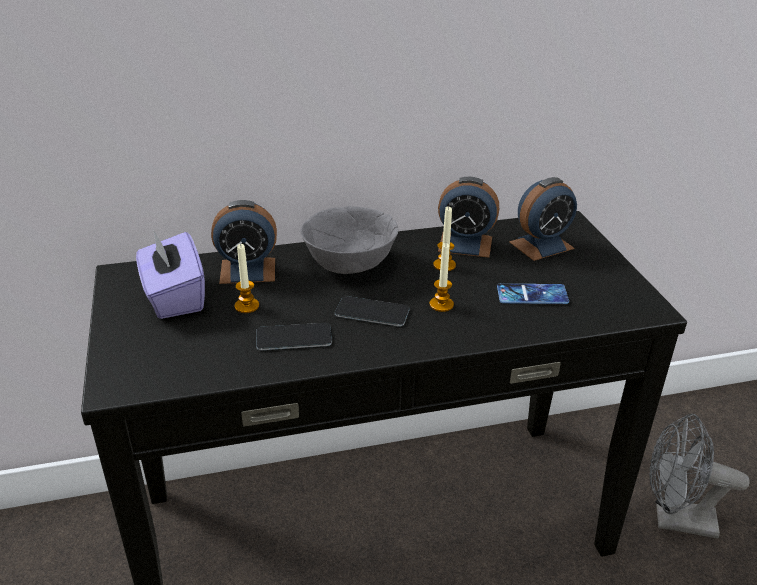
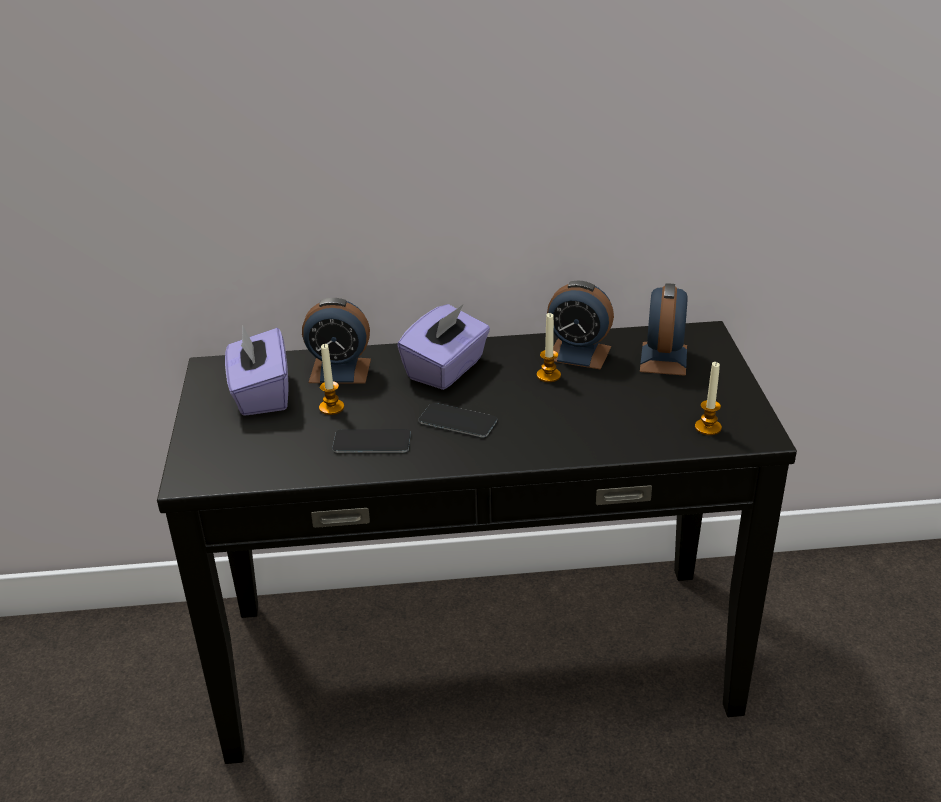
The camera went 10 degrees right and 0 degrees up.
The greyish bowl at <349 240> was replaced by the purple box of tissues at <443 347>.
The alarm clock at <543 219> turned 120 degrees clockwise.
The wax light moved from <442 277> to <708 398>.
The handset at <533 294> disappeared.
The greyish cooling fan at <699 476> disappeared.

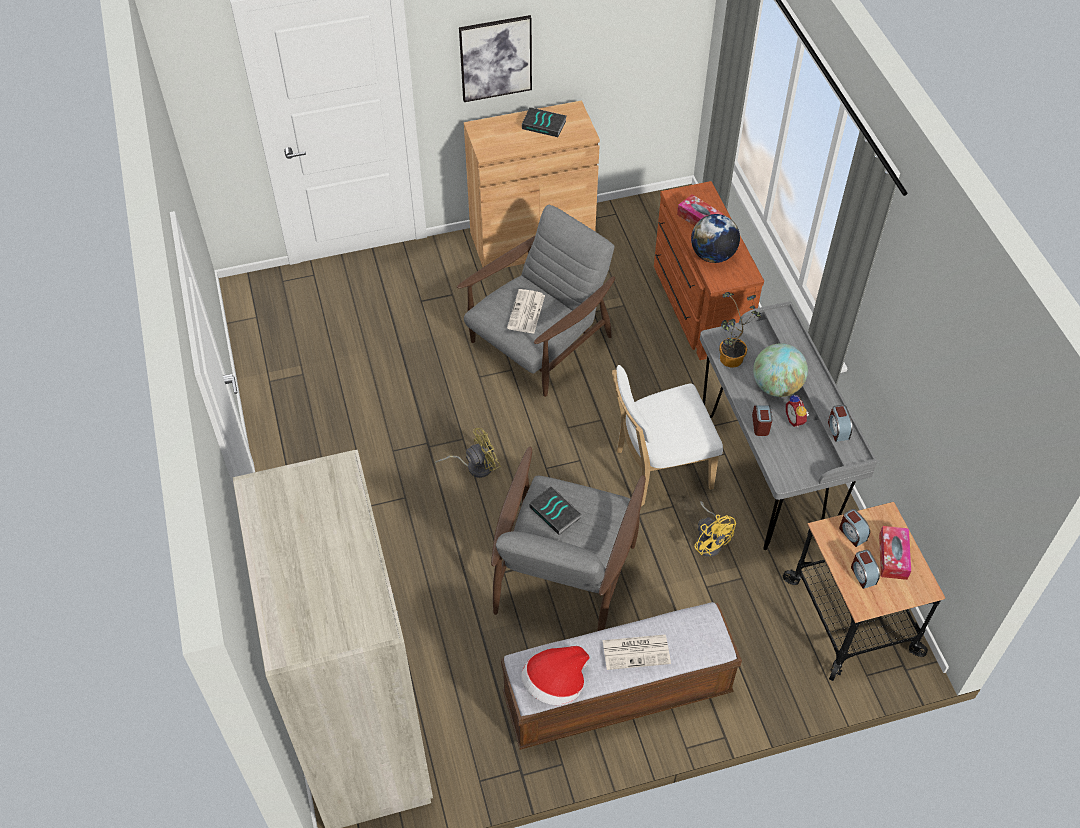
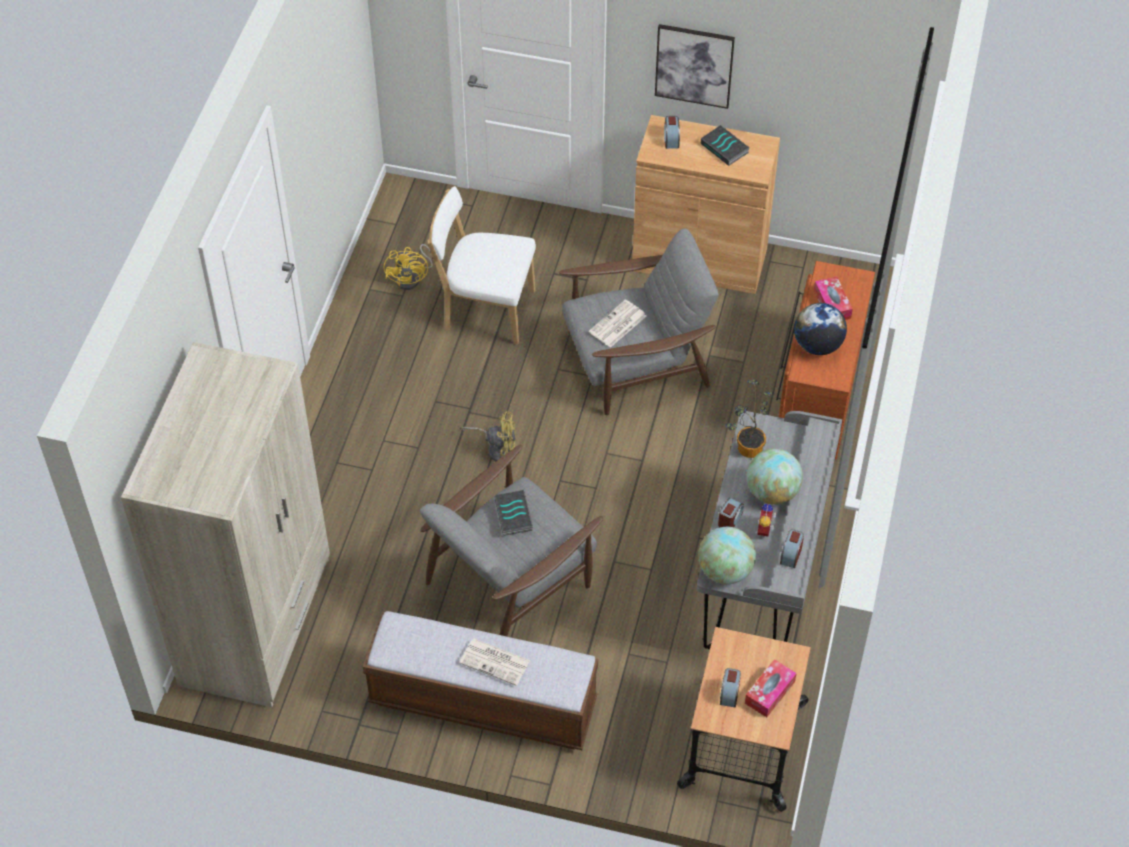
The camera went 30 degrees right and 0 degrees up.
The yellow-coloured cooling fan moved from <715 529> to <408 267>.
The white chair moved from <667 435> to <481 265>.
The alarm clock moved from <854 528> to <672 132>.
The desk globe at <727 555> appeared.
The hat at <555 675> disappeared.

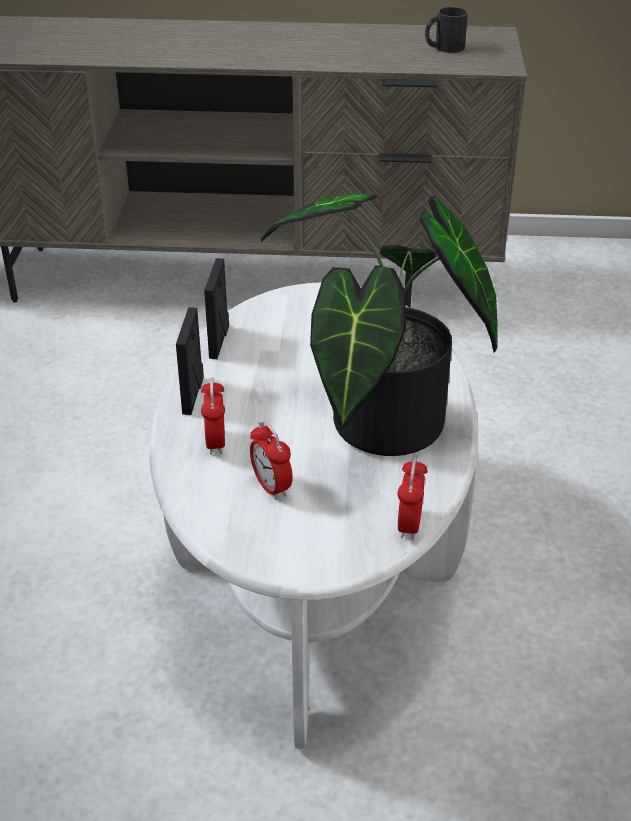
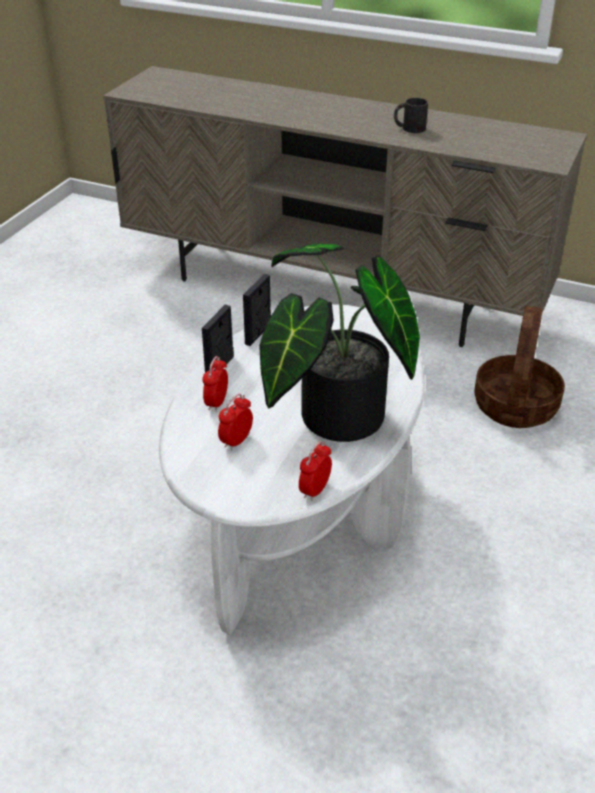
The camera went 20 degrees right and 0 degrees up.
The alarm clock at <271 460> turned 45 degrees clockwise.
The black coffee mug moved from <446 30> to <411 115>.
The basket at <519 367> appeared.

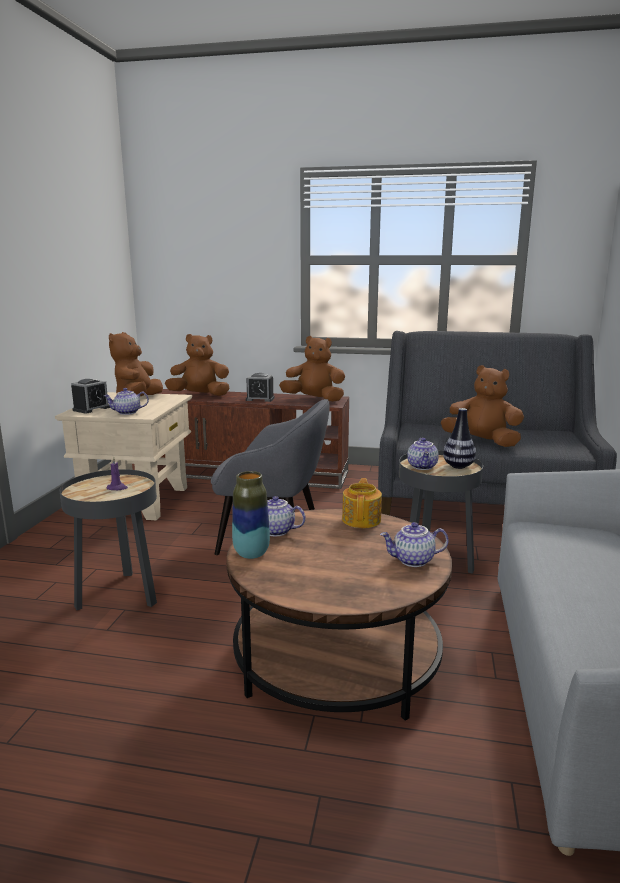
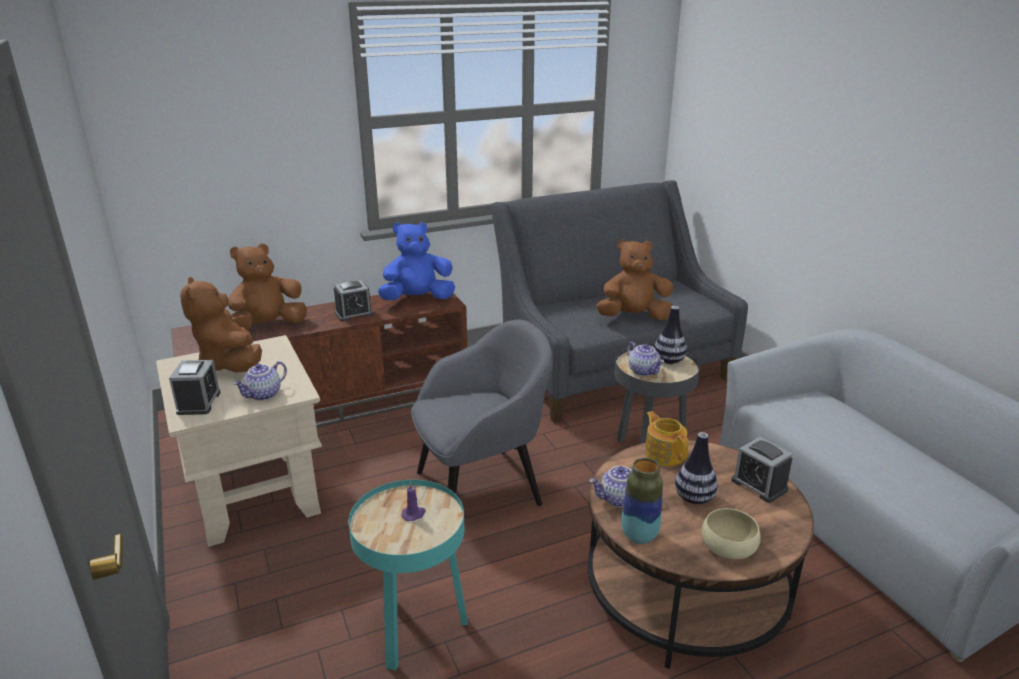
The camera went 35 degrees left and 10 degrees up.
The black end table at <108 539> became the turquoise-coloured end table at <408 575>.
The brown-coloured plush toy at <312 369> became the blue plush toy at <416 261>.
The vase at <696 468> appeared.
The beige bowl at <731 533> appeared.
The pot for tea at <414 544> was replaced by the alarm clock at <762 470>.

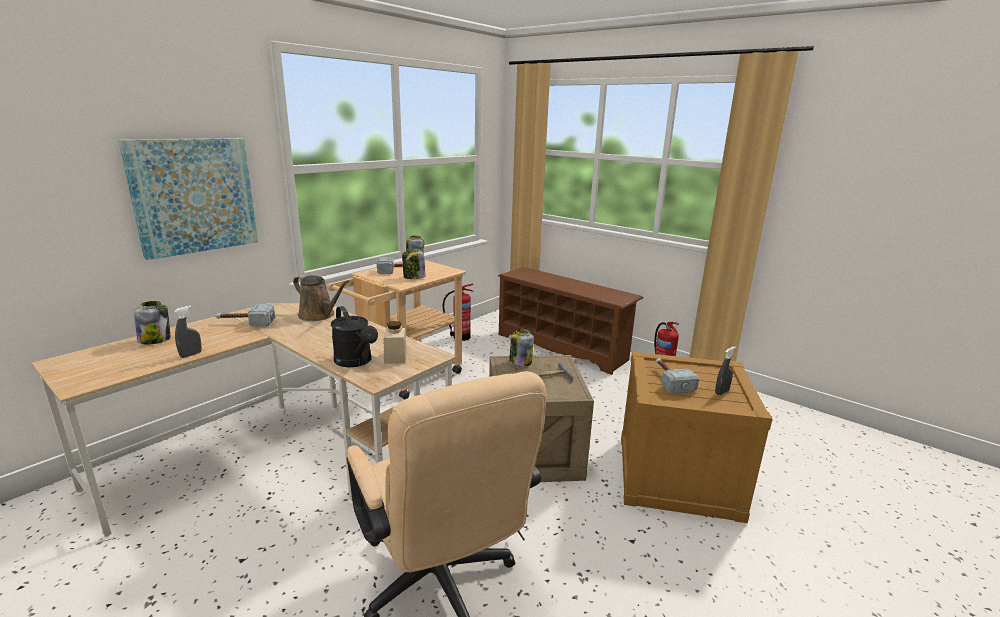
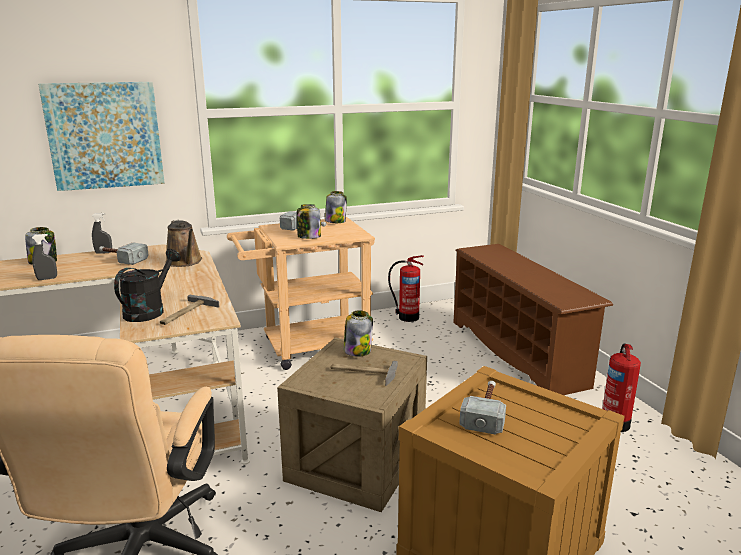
The camera went 30 degrees right and 0 degrees up.
The greyish hand sprayer moved from <725 371> to <102 233>.
The black watering can at <354 336> turned 150 degrees counterclockwise.
The beige jar at <395 342> was replaced by the tool hammer at <190 310>.

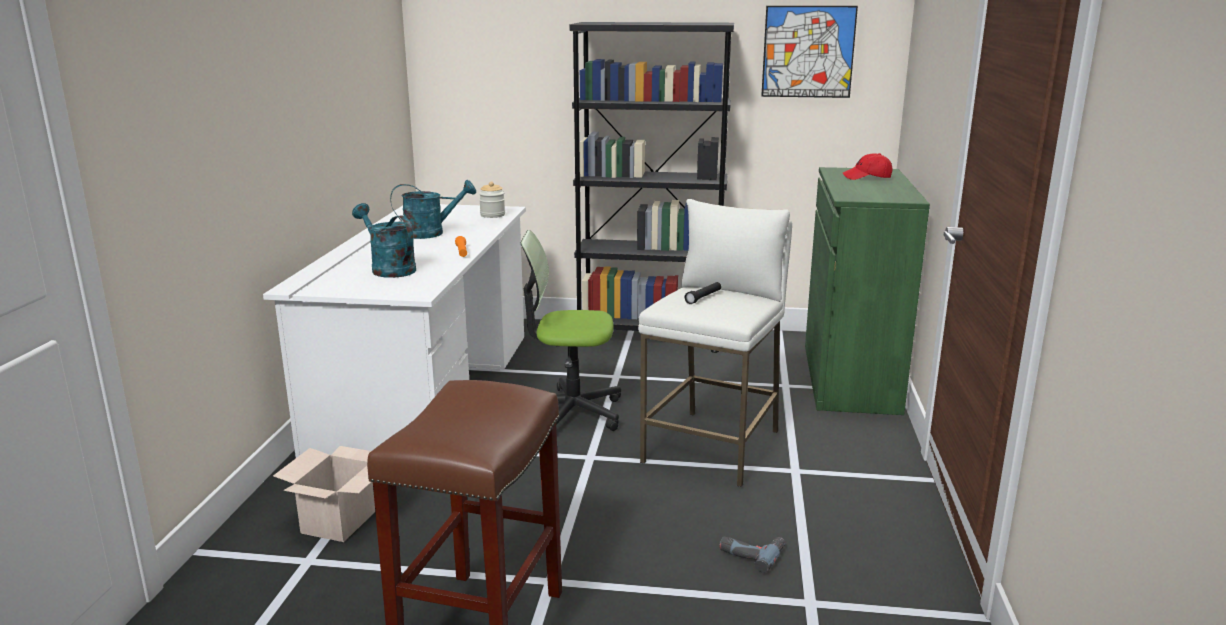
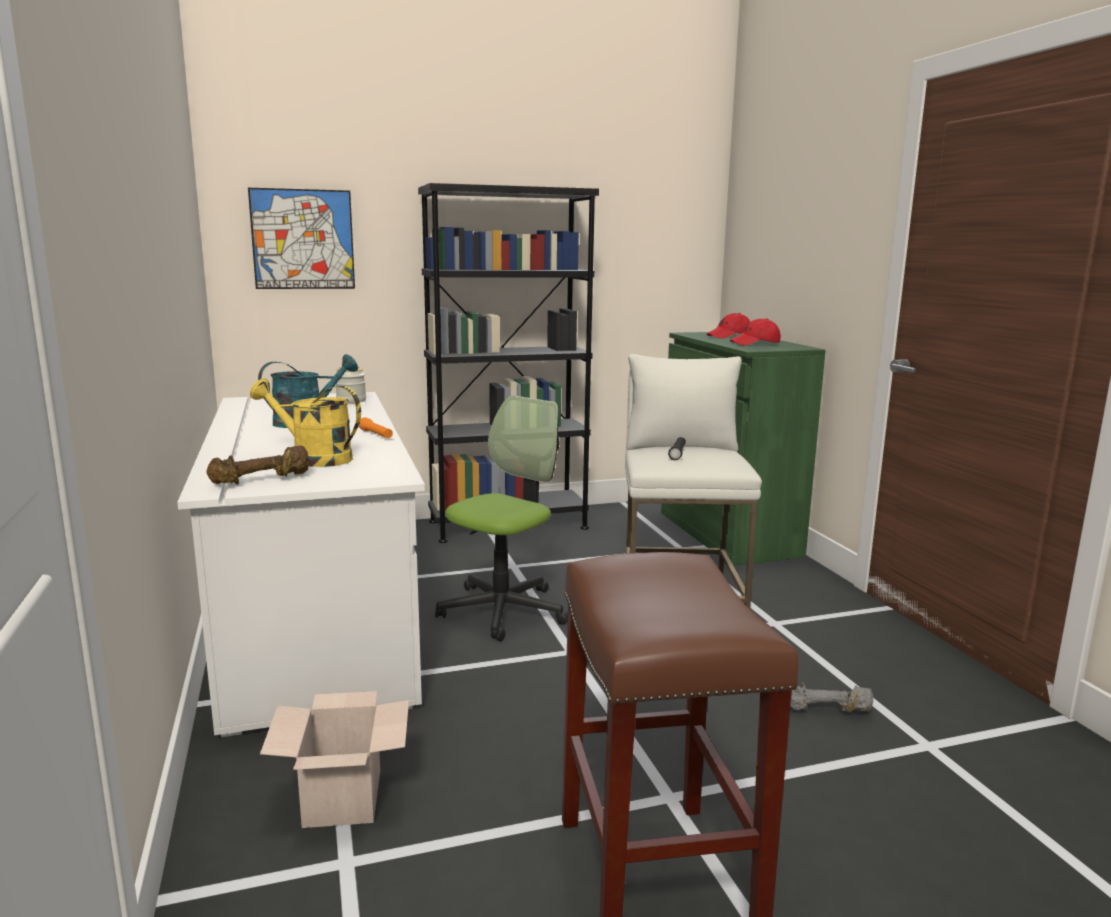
The camera went 25 degrees left and 5 degrees down.
The brown-coloured dumbbell at <257 465> appeared.
The wall art moved from <809 52> to <301 238>.
The turquoise-coloured watering can at <384 240> became the yellow-coloured watering can at <305 422>.
The desk chair at <571 330> turned 150 degrees clockwise.
The red baseball cap at <755 332> appeared.
The power drill at <752 554> was replaced by the greyish dumbbell at <831 697>.

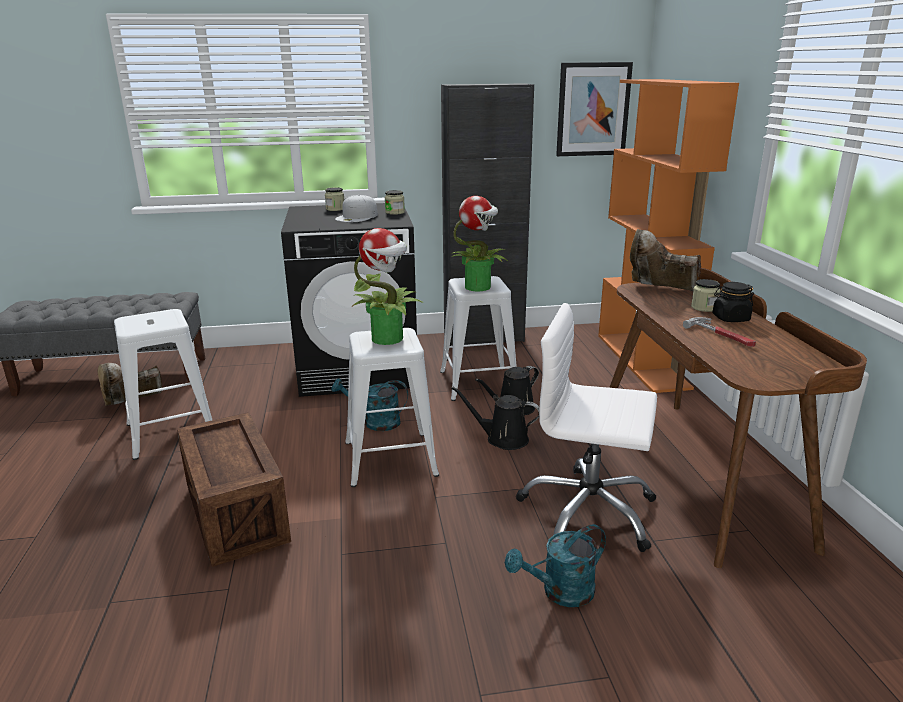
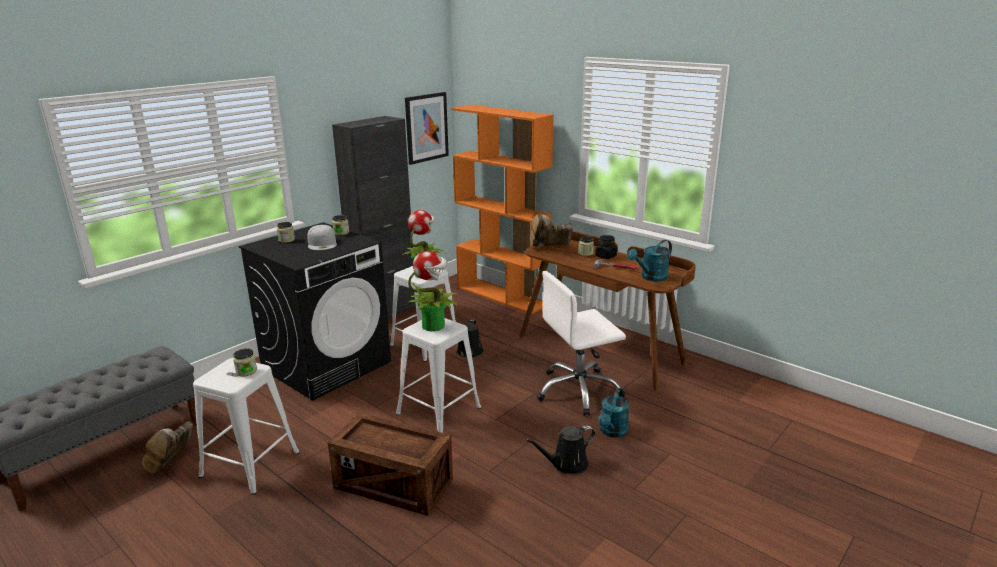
The camera went 40 degrees left and 0 degrees up.
The jar at <245 362> appeared.
The black watering can moved from <495 418> to <560 450>.
The turquoise-coloured watering can moved from <369 404> to <649 261>.

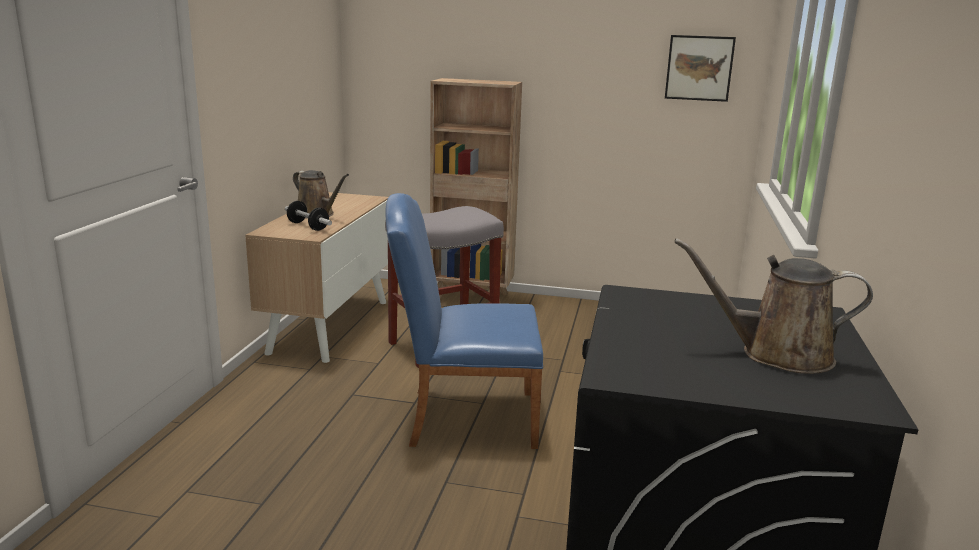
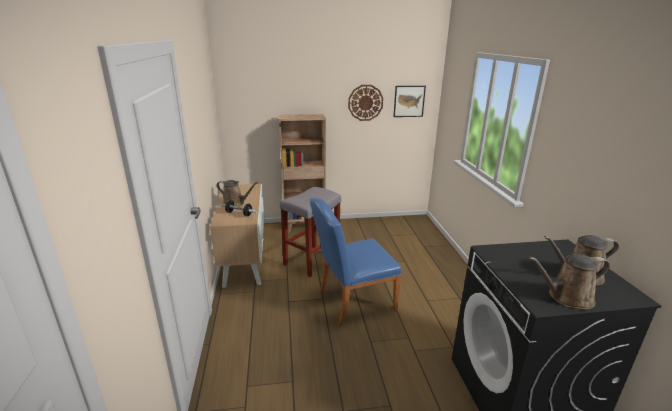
The camera went 20 degrees left and 5 degrees up.
The wall clock at <365 103> appeared.
The brown-coloured watering can at <569 282> appeared.

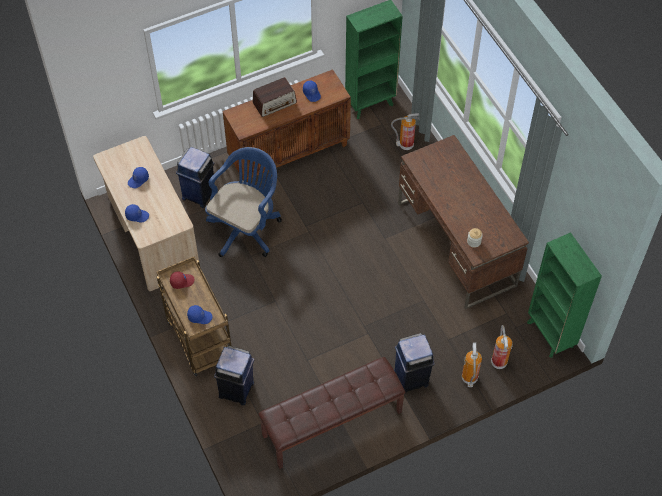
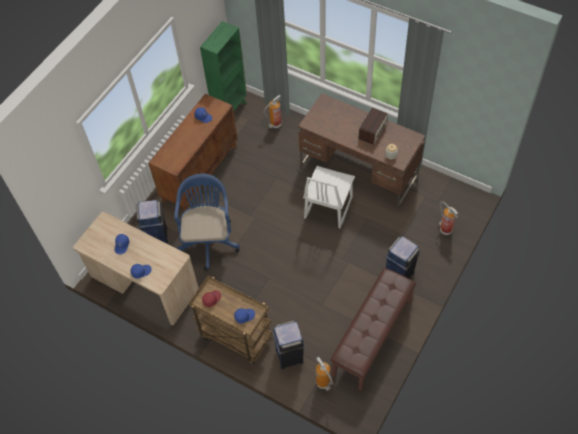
The camera went 30 degrees left and 0 degrees up.
The white chair at <329 197> appeared.
The extinguisher moved from <472 365> to <324 374>.
The radio receiver moved from <275 97> to <373 126>.
The green bookshelf at <564 295> disappeared.

